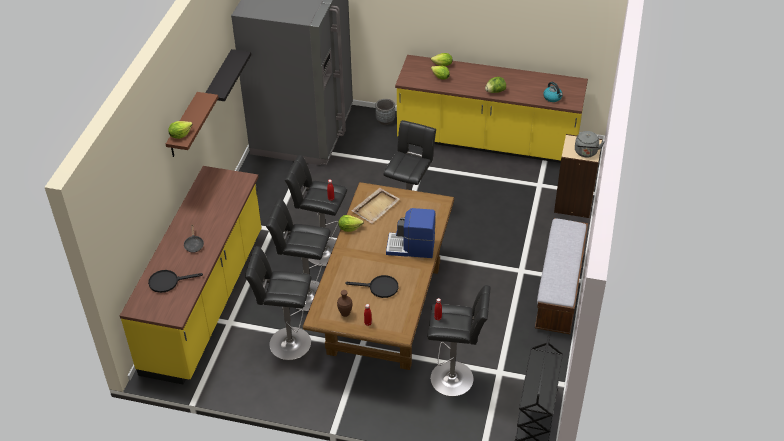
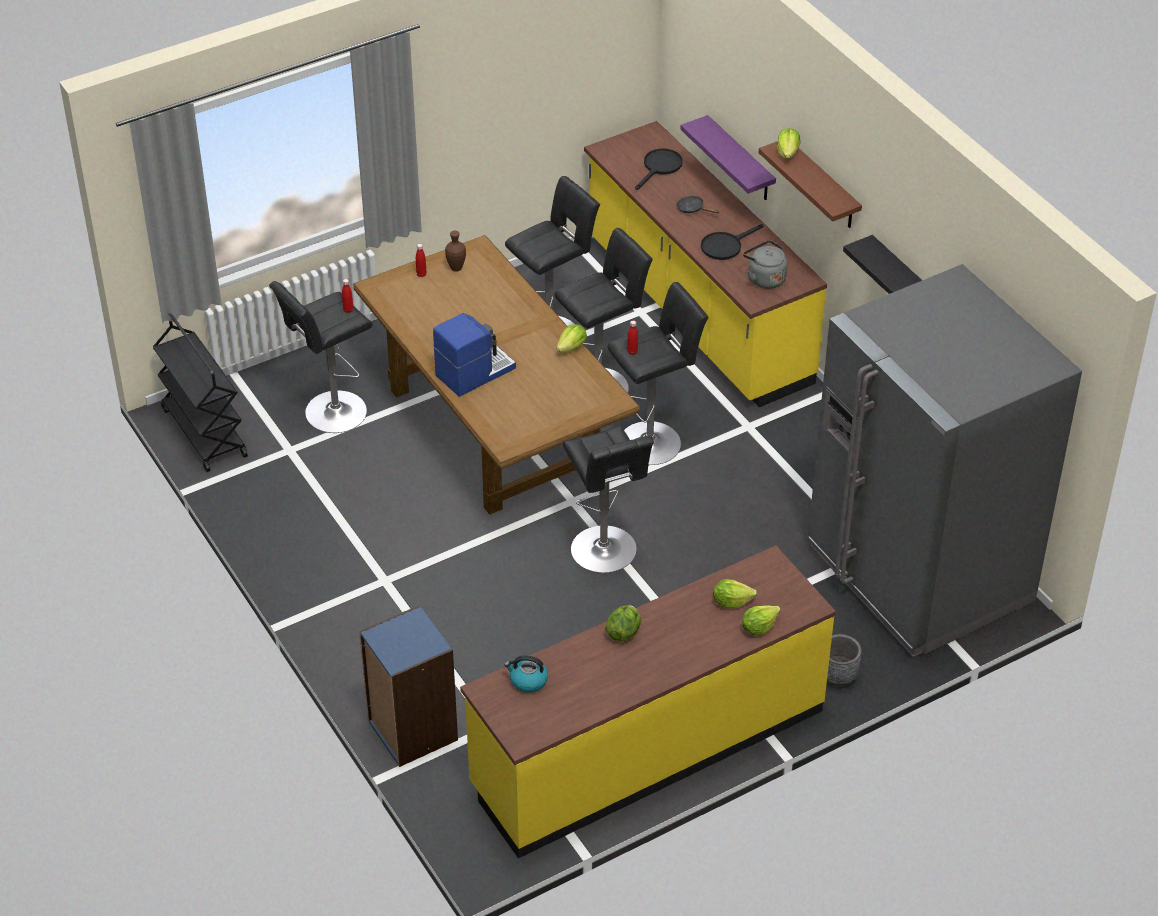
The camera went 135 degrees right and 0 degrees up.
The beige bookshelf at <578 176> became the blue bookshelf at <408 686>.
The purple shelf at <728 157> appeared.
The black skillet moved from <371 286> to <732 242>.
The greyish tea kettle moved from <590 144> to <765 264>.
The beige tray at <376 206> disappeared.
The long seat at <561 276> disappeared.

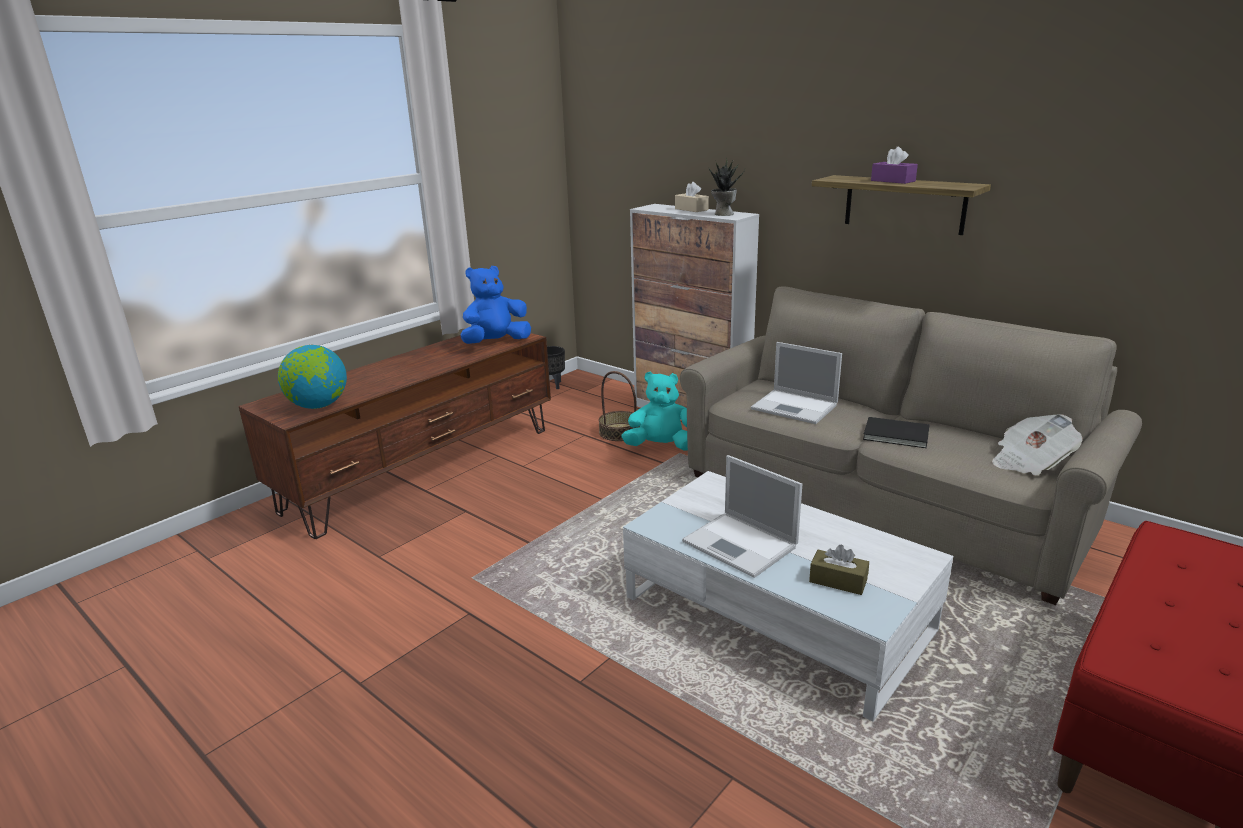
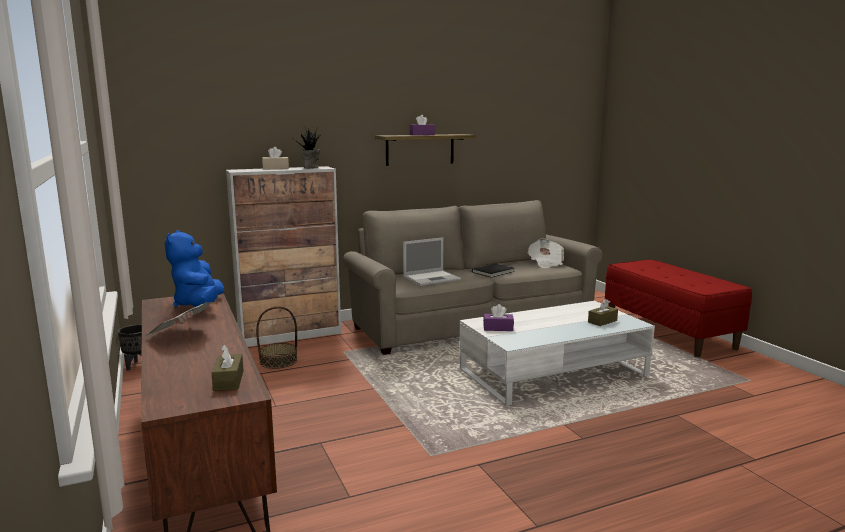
The camera went 65 degrees left and 10 degrees down.
The newspaper at <179 318> appeared.
The desk globe at <312 377> was replaced by the brown-coloured box of tissues at <227 368>.
The purple box of tissues at <498 317> appeared.
The turquoise-coloured plush toy at <654 411> disappeared.
The laptop at <742 516> disappeared.

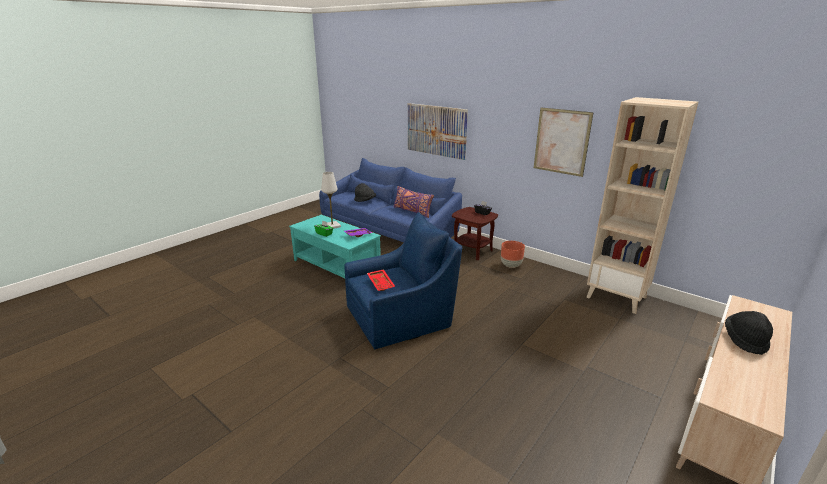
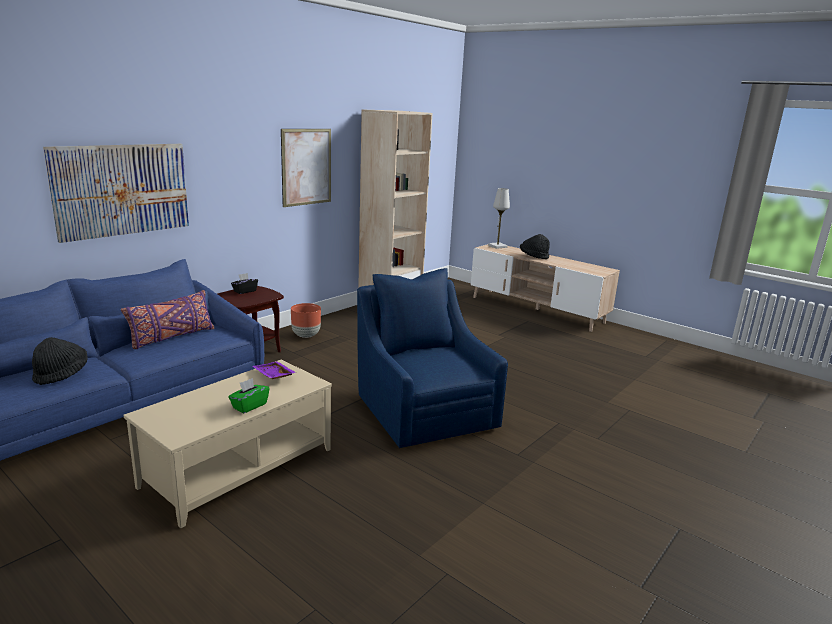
The camera went 90 degrees left and 5 degrees down.
The turquoise-coloured low table at <335 246> became the beige low table at <227 444>.
The white table lamp moved from <331 200> to <499 218>.
The red tray at <381 280> disappeared.

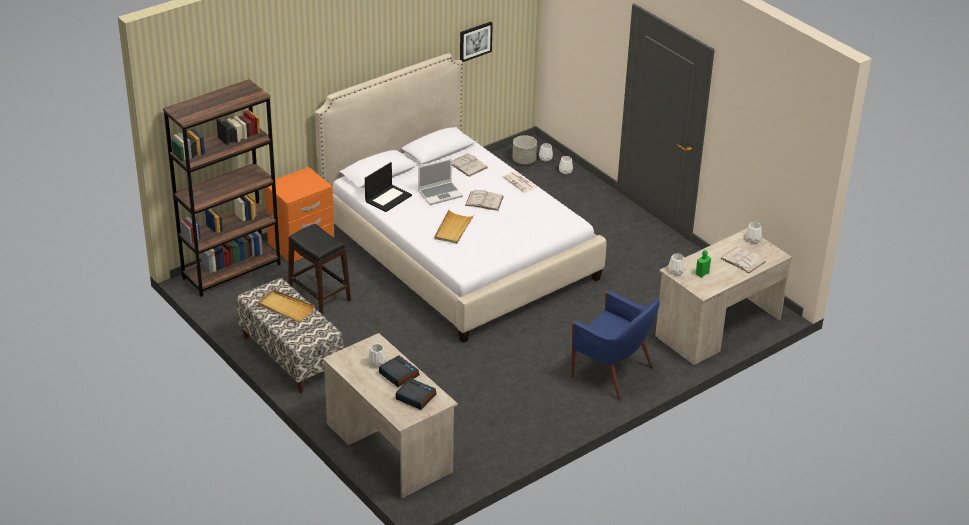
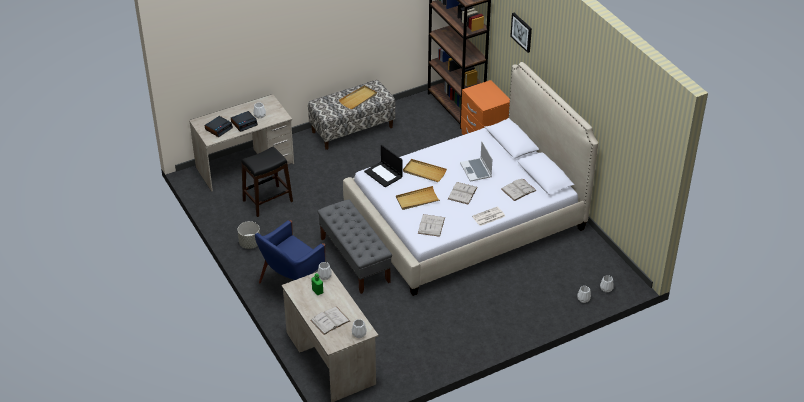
The camera went 100 degrees right and 5 degrees up.
The greyish flower pot moved from <524 149> to <248 235>.
The black sitting stool moved from <319 269> to <267 182>.
The greyish long seat at <355 246> appeared.
The laptop moved from <388 187> to <383 166>.
The beige tray at <418 198> appeared.
The white volume at <431 225> appeared.
The wall art moved from <476 42> to <521 33>.

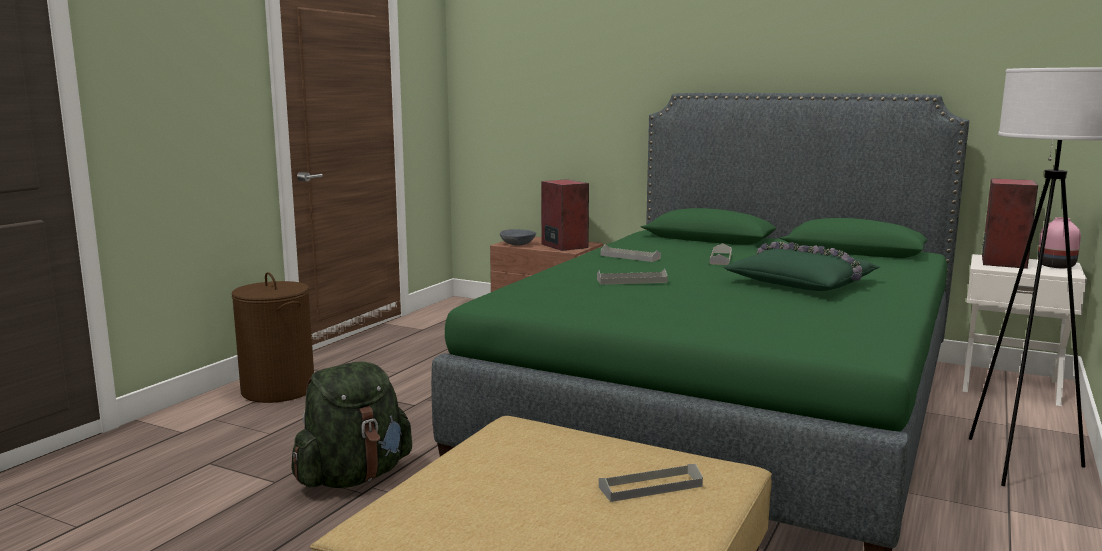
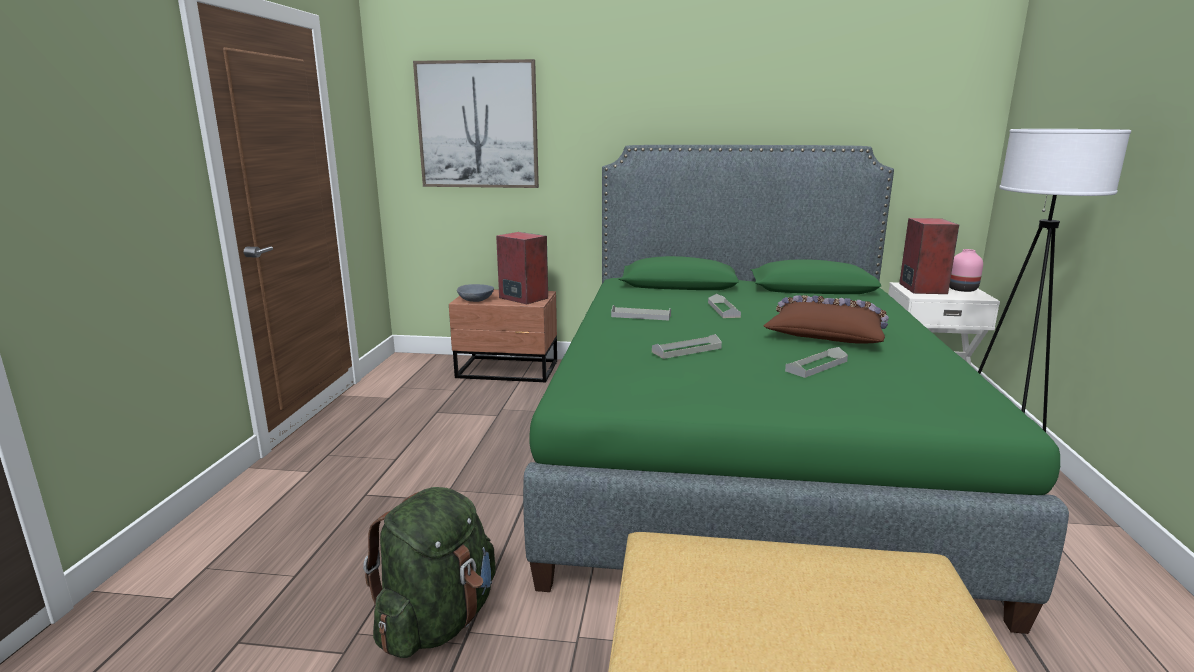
The camera went 20 degrees left and 5 degrees up.
The wall art at <476 123> appeared.
The green cushion at <801 266> became the brown-coloured cushion at <826 319>.
The greyish tray moved from <651 483> to <816 362>.
The brown-coloured laundry basket at <273 337> disappeared.

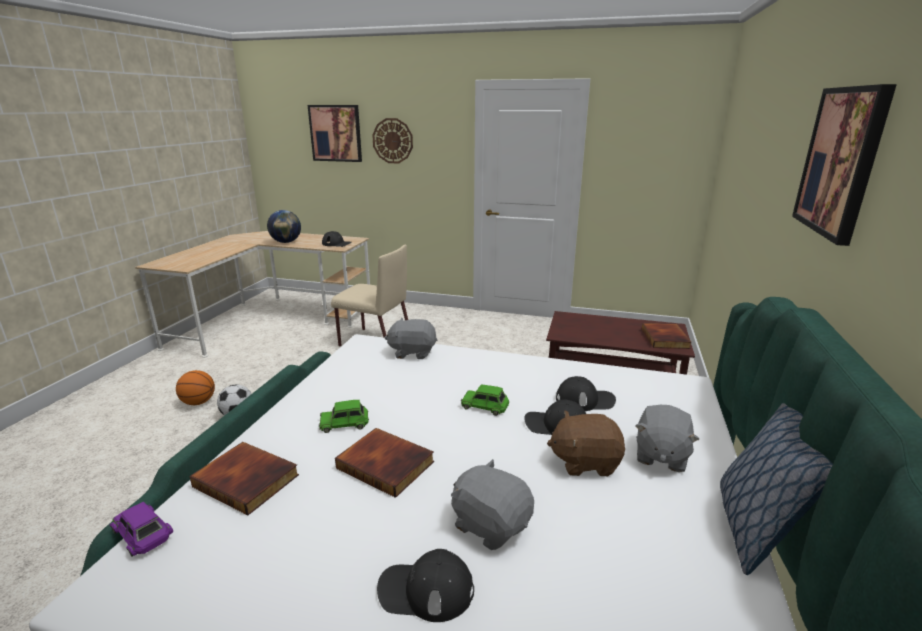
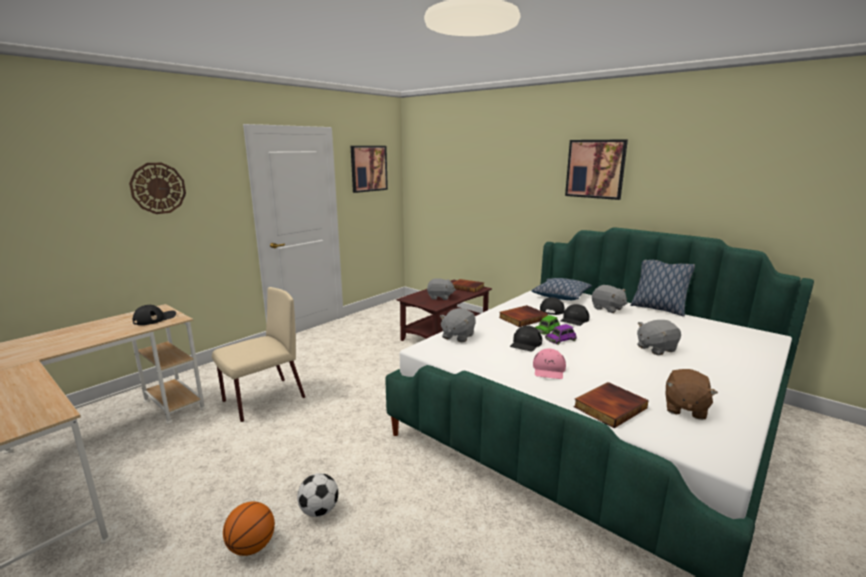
The camera went 65 degrees left and 5 degrees down.
The wall art moved from <334 133> to <369 169>.
The greyish plush toy at <441 289> appeared.
The volume moved from <384 463> to <523 316>.
The black baseball cap moved from <425 585> to <526 339>.
The cushion at <561 289> appeared.
The green model car at <344 416> was replaced by the pinkish baseball cap at <549 364>.
The purple model car moved from <141 528> to <561 334>.
The brown-coloured plush toy moved from <586 443> to <692 394>.
The desk globe at <284 226> disappeared.

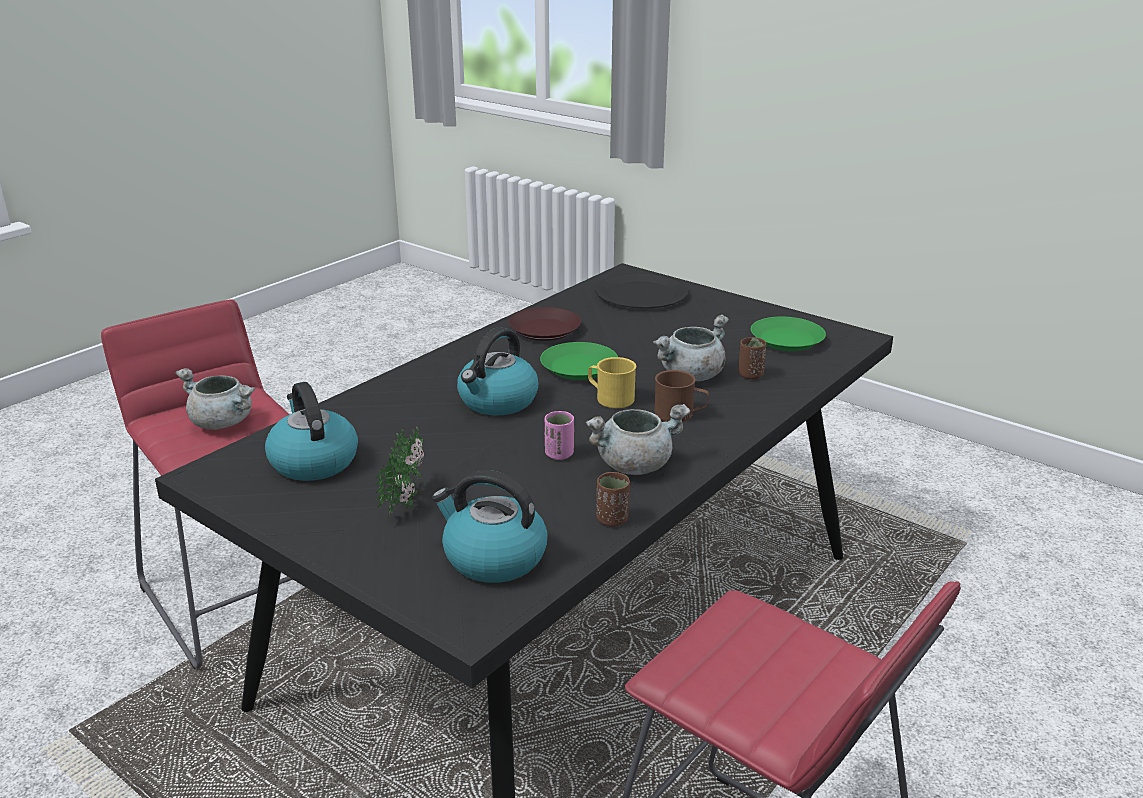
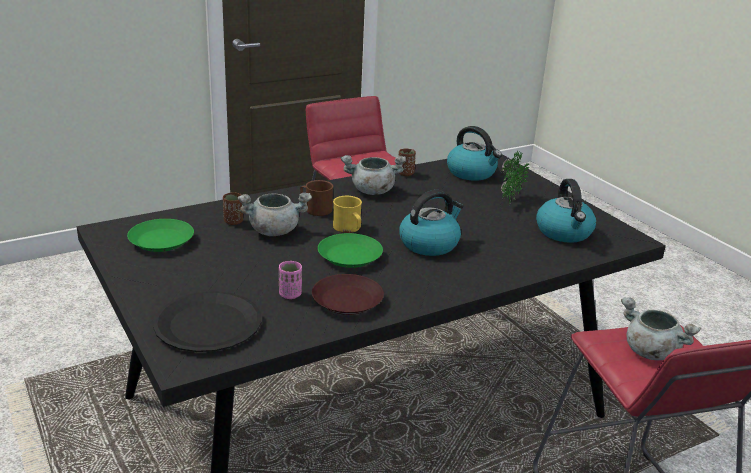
The camera went 160 degrees left and 0 degrees up.
The pinkish small cup moved from <559 435> to <290 280>.

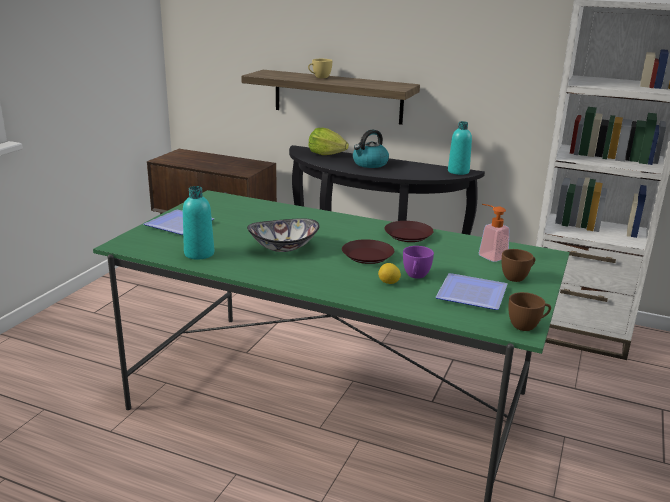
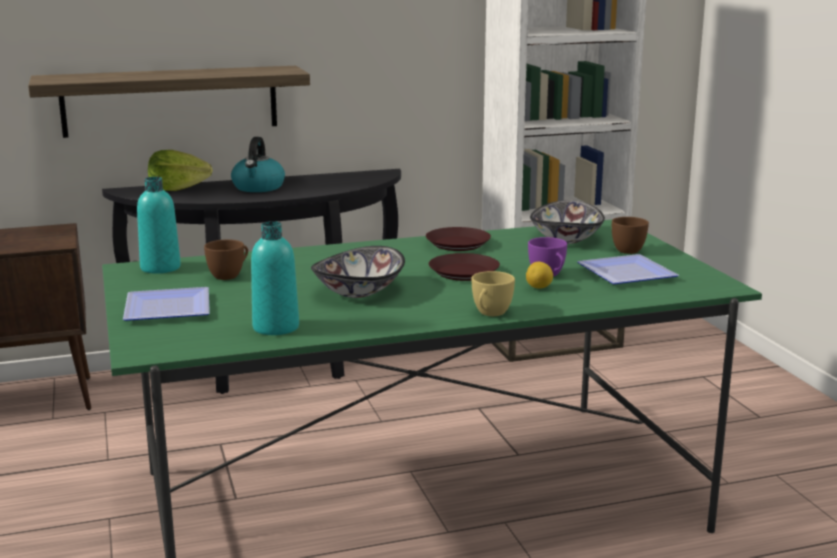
The camera went 40 degrees left and 5 degrees down.
The turquoise-coloured bottle moved from <460 148> to <159 225>.
The brown-coloured small cup moved from <529 311> to <226 260>.
The yellow-coloured small cup moved from <320 68> to <493 293>.
The liquid soap bottle at <494 233> was replaced by the bowl at <567 222>.

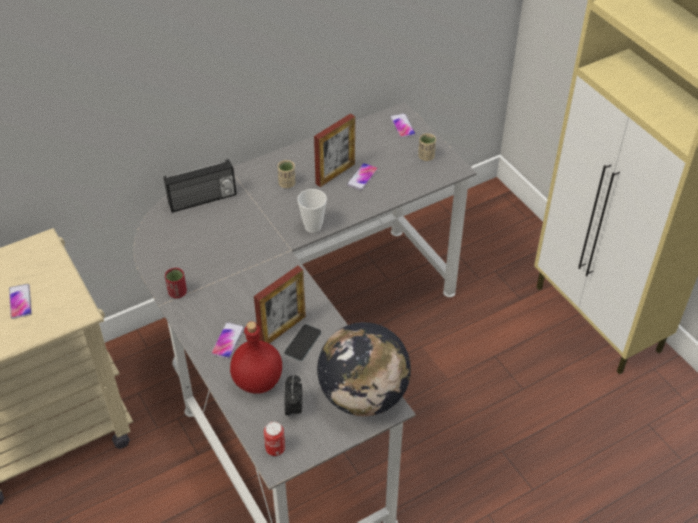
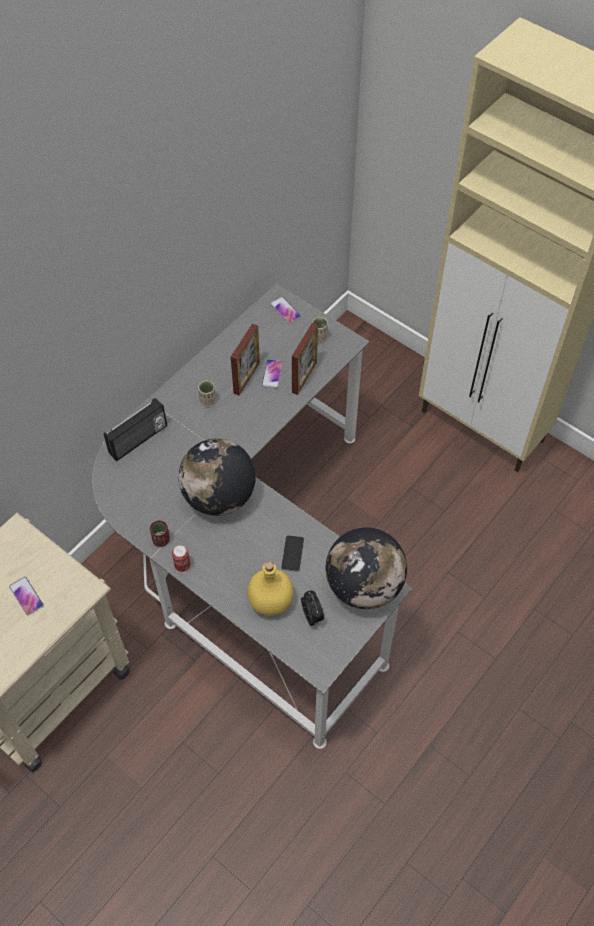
The camera went 20 degrees left and 10 degrees up.
The sealed can moved from <274 439> to <181 558>.
The desk globe at <217 477> appeared.
The red bottle at <256 357> became the yellow-coloured bottle at <270 588>.
The standing frame moved from <280 305> to <305 359>.
The handset at <228 340> disappeared.
The small cup at <312 211> disappeared.

